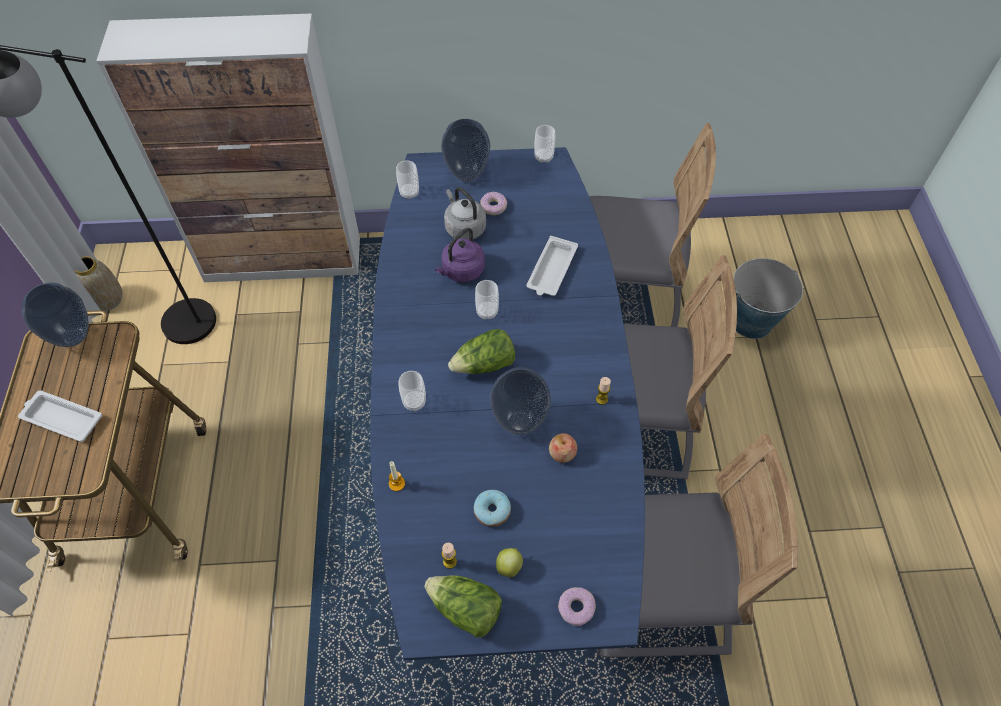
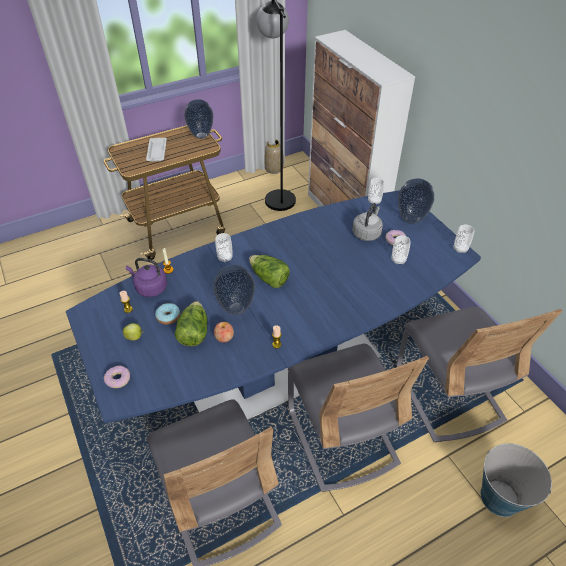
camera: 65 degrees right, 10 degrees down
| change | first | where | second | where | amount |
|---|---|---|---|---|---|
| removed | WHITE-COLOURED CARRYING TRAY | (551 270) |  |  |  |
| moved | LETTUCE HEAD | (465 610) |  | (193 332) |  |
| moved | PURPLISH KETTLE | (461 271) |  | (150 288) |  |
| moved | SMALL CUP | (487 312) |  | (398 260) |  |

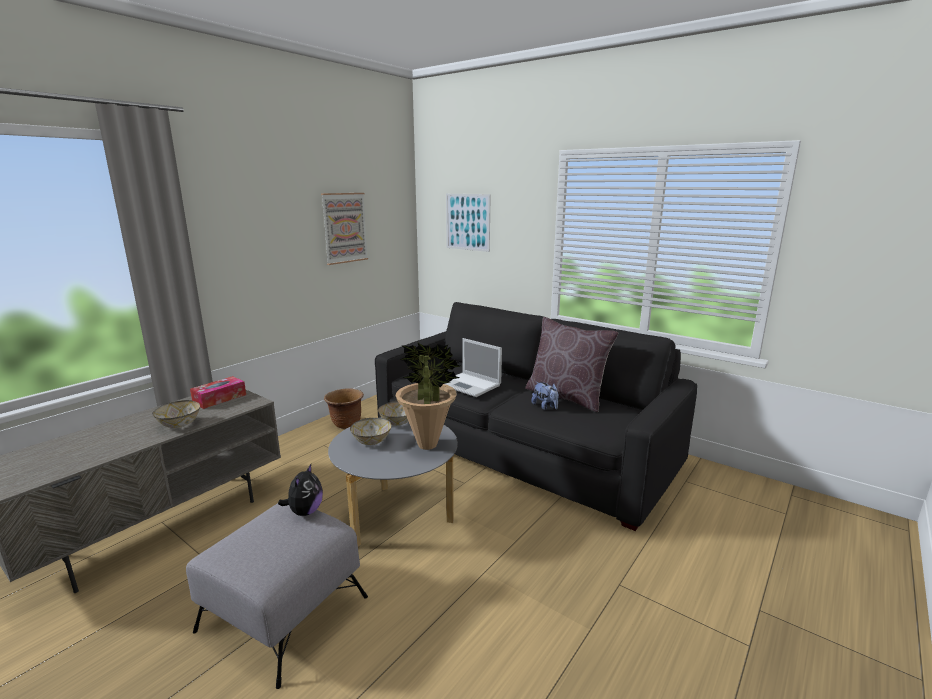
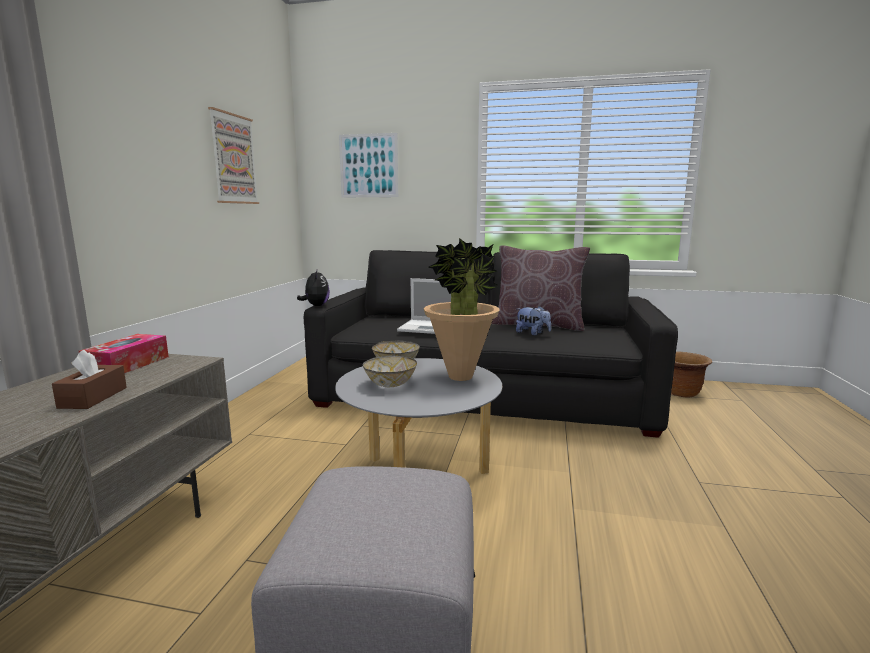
camera: 25 degrees left, 5 degrees down
| change | first | where | second | where | amount |
|---|---|---|---|---|---|
| moved | SOFT TOY | (305 511) |  | (316 306) |  |
| moved | BROWN-COLOURED PLANT POT | (346 424) |  | (681 393) |  |
| replaced | SERVING BOWL | (179 424) | BROWN-COLOURED TISSUE BOX | (93 397) |  |

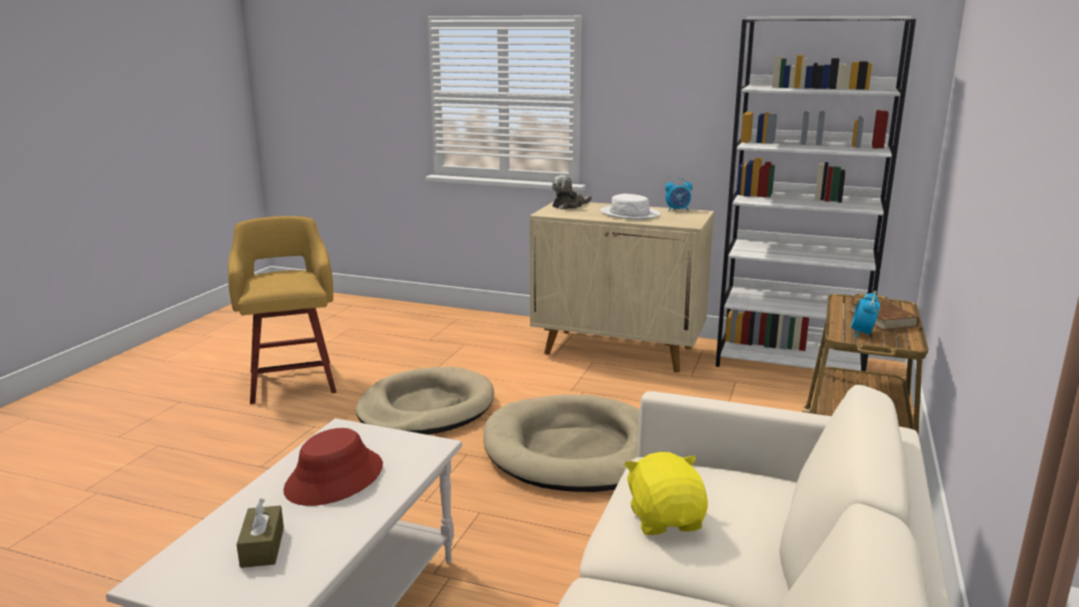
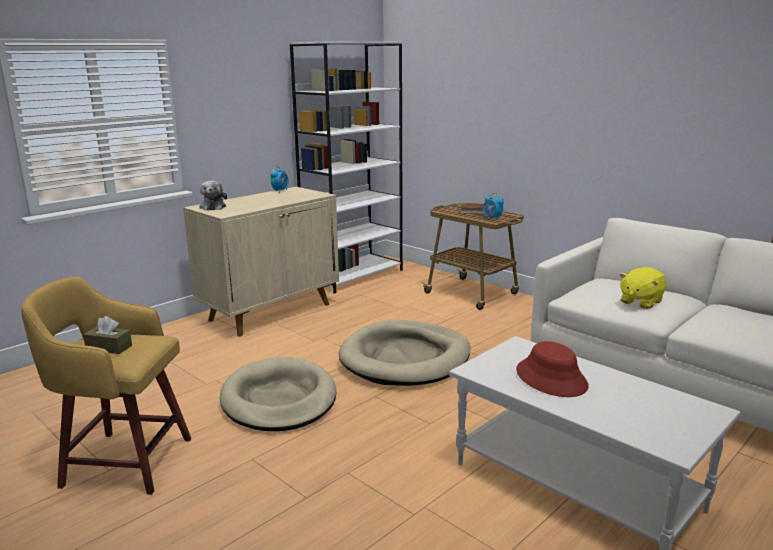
camera: 65 degrees left, 0 degrees up
| change | first | where | second | where | amount |
|---|---|---|---|---|---|
| removed | WHITE-COLOURED WEARABLE HAT | (629 214) |  |  |  |
| moved | BROWN-COLOURED TISSUE BOX | (262 547) |  | (109 347) |  |
| turned | YELLOW SOFT TOY | (665 519) |  | (640 301) | 60 degrees counterclockwise |

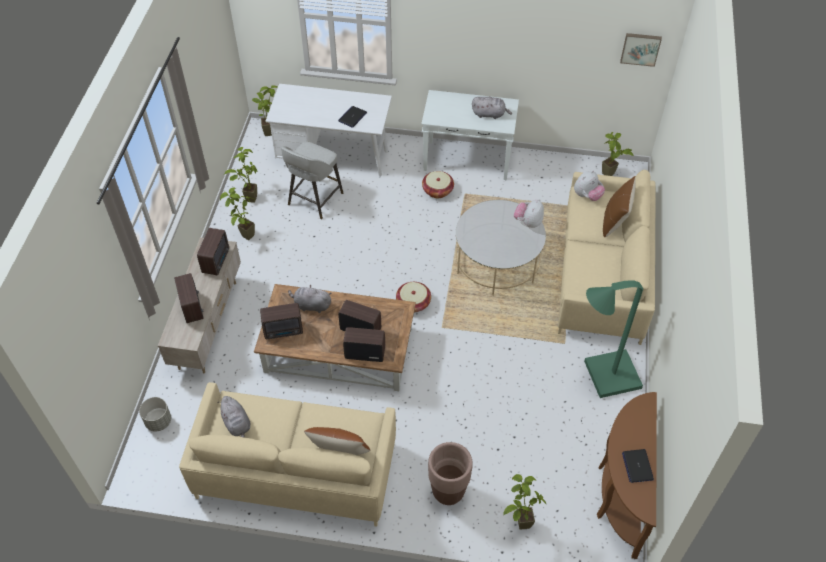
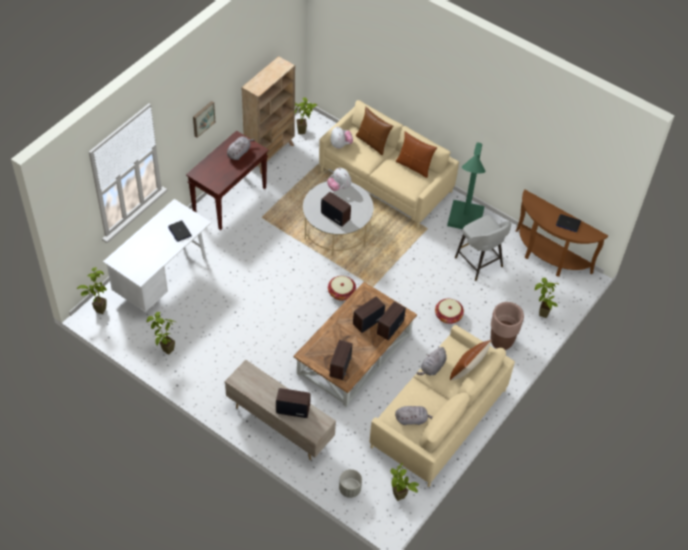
camera: 65 degrees left, 0 degrees up
| change | first | where | second | where | amount |
|---|---|---|---|---|---|
| added |  |  | SAND-COLOURED SHELVING UNIT | (270 154) |  |
| added |  |  | BROWN-COLOURED THROW PILLOW | (414 166) |  |
| moved | RADIO RECEIVER | (217 260) |  | (335 216) |  |
| moved | HOUSEPLANT | (244 238) |  | (399 500) |  |
| moved | GREYISH SITTING STOOL | (314 200) |  | (479 263) |  |
| moved | GREYISH SOFT TOY | (311 305) |  | (432 367) |  |
| moved | STORAGE BASKET | (437 190) |  | (448 316) |  |
| moved | PICTURE | (640 48) |  | (203 118) |  |
| recoloured | WHITE-COLOURED HALL TABLE | (468 160) | BROWN-COLOURED HALL TABLE | (230 200) |  |

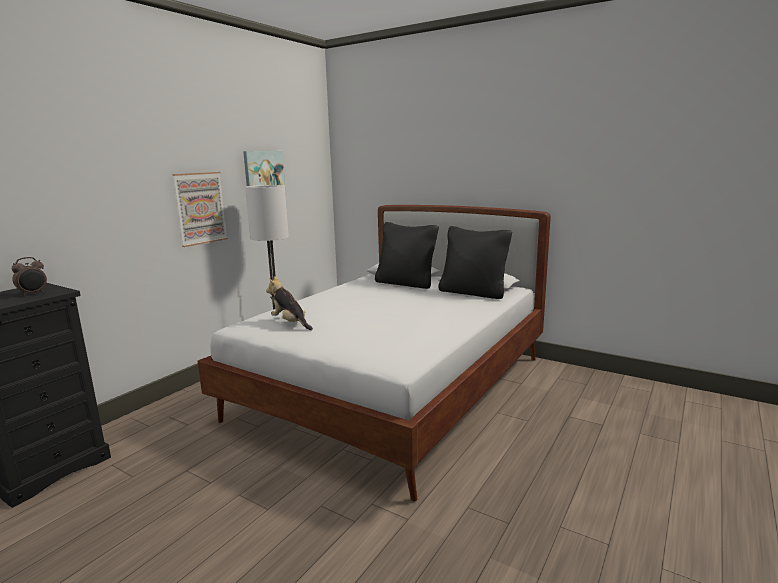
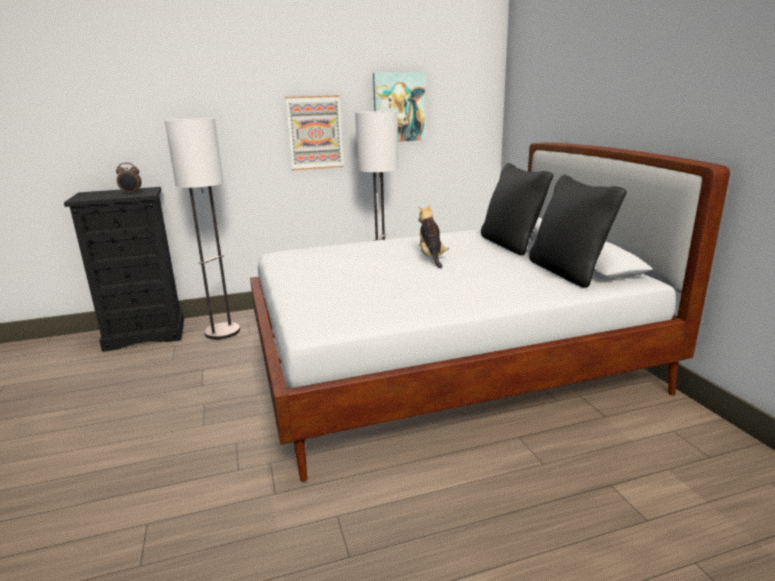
camera: 40 degrees right, 5 degrees up
| change | first | where | second | where | amount |
|---|---|---|---|---|---|
| added |  |  | STANDING LAMP | (222 332) |  |
| moved | SOFT TOY | (290 323) |  | (431 258) |  |

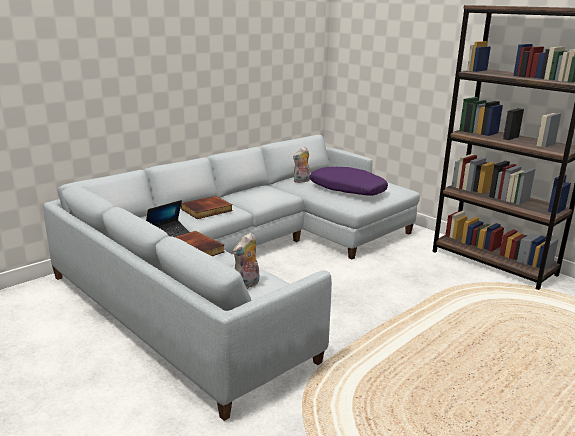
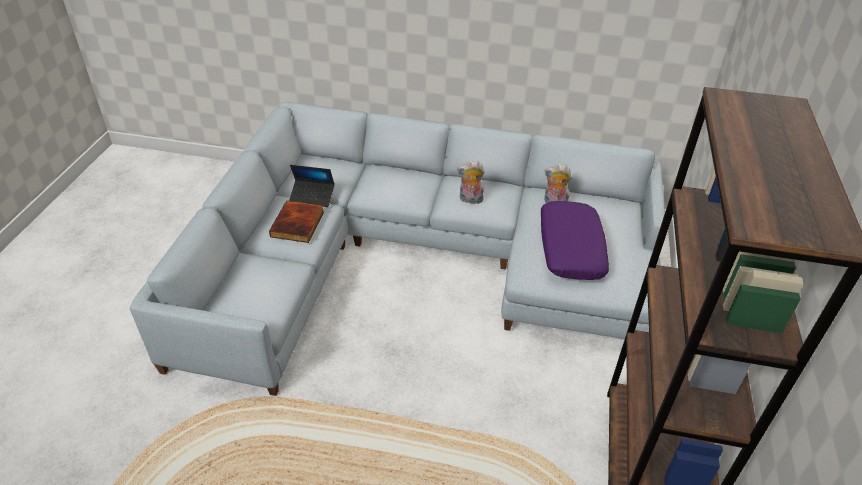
camera: 55 degrees right, 20 degrees up
| change | first | where | second | where | amount |
|---|---|---|---|---|---|
| removed | VOLUME | (207 210) |  |  |  |
| moved | SOFT TOY | (247 285) |  | (470 200) |  |

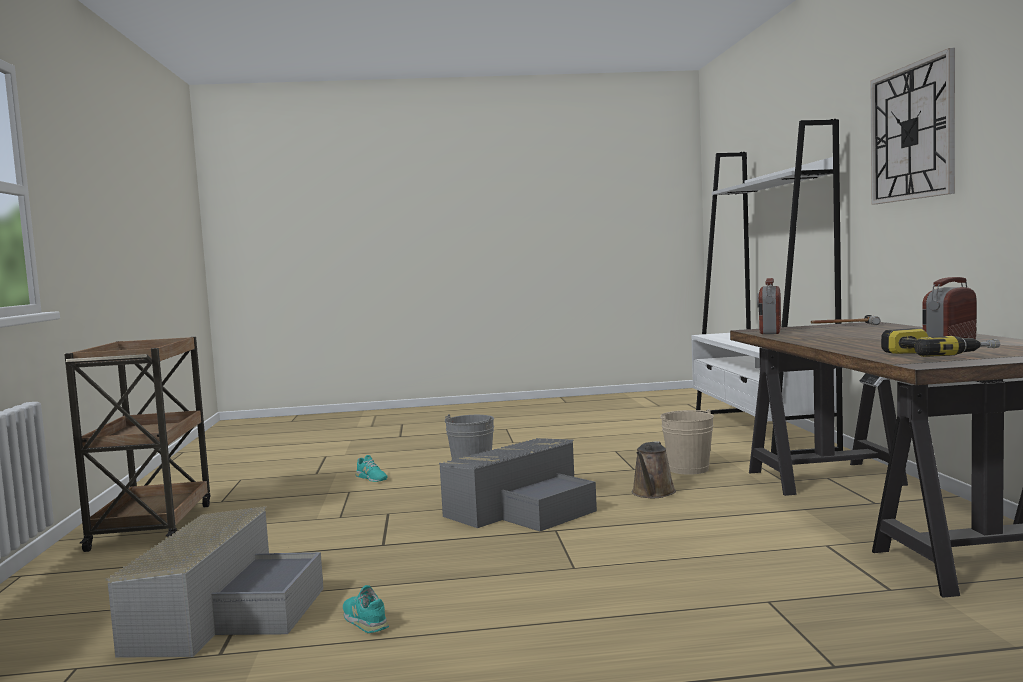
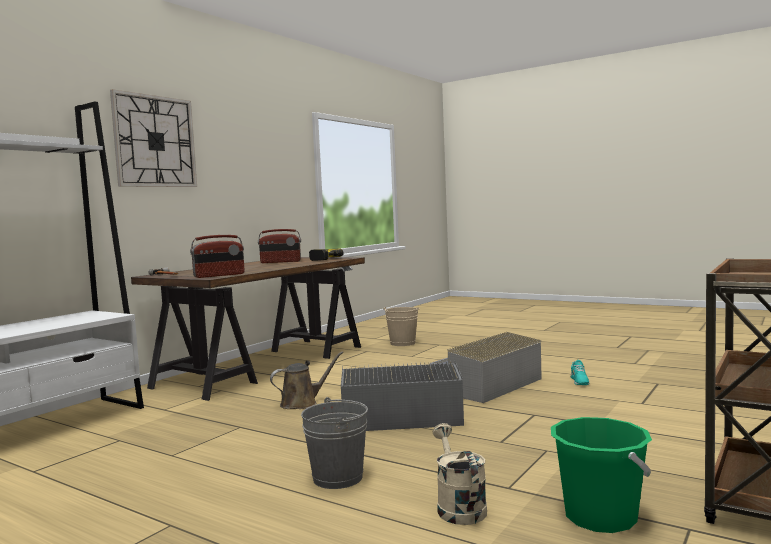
camera: 140 degrees left, 0 degrees up
| change | first | where | second | where | amount |
|---|---|---|---|---|---|
| added |  |  | GREEN BUCKET | (600 517) |  |
| moved | GREYISH STORAGE BIN | (225 611) |  | (485 385) |  |
| moved | SAND-COLOURED BUCKET | (688 469) |  | (402 343) |  |
| replaced | TURQUOISE-COLOURED SHOE | (371 478) | SAND-COLOURED SPRINKLING CAN | (458 506) |  |

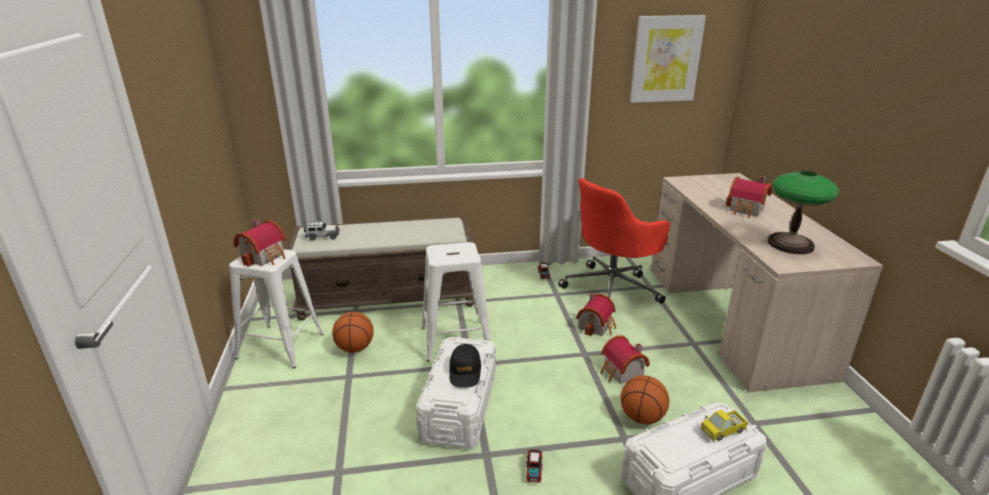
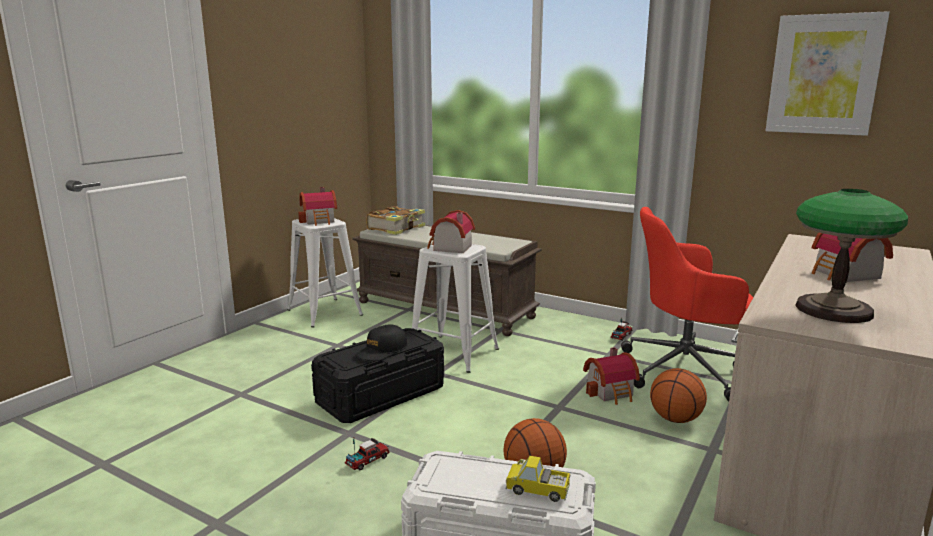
camera: 40 degrees right, 10 degrees down
| change | first | where | second | where | amount |
|---|---|---|---|---|---|
| moved | BALL FOR BASKETBALL | (355 348) |  | (675 419) |  |
| moved | MODEL HOUSE | (621 373) |  | (449 248) |  |
| replaced | MODEL CAR | (322 236) | VOLUME | (397 228) |  |
| recoloured | WHITE-COLOURED STORAGE BIN | (460 407) | BLACK STORAGE BIN | (381 395) |  |

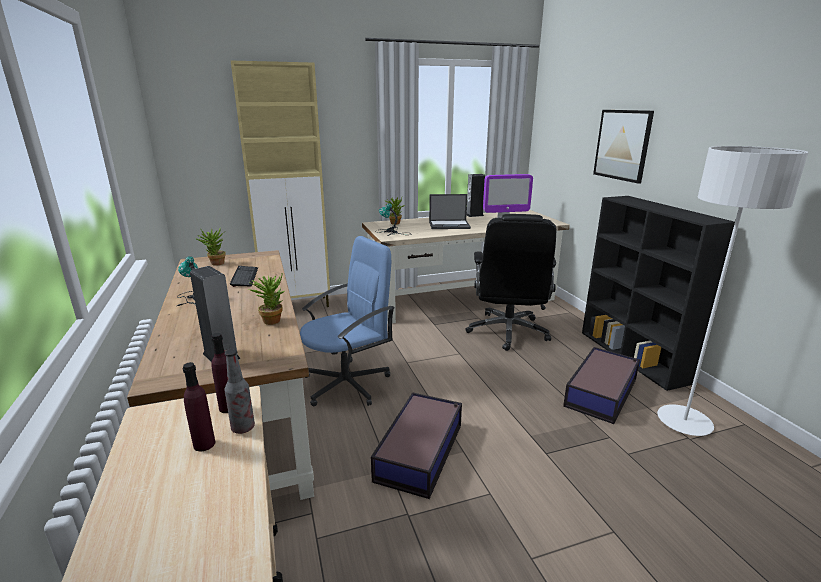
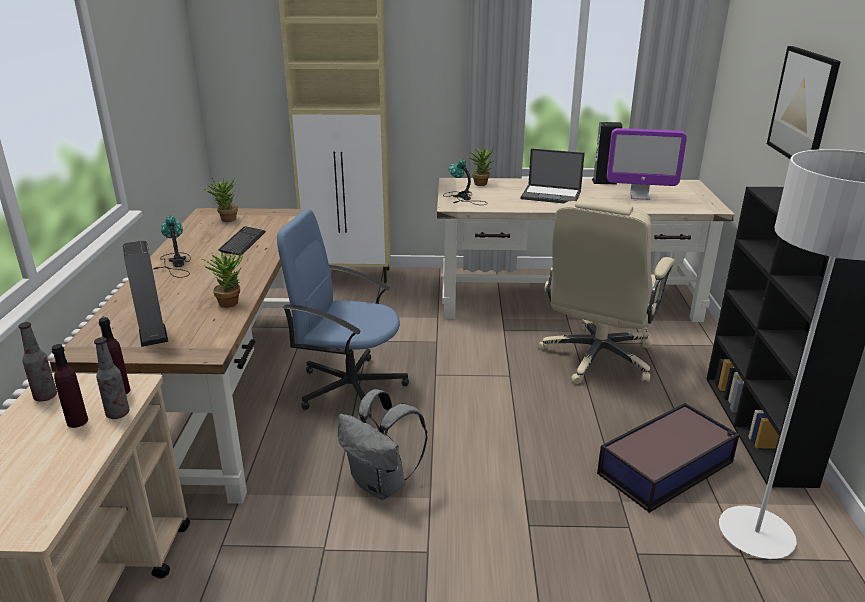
camera: 20 degrees right, 5 degrees up
| change | first | where | second | where | amount |
|---|---|---|---|---|---|
| added |  |  | BOTTLE | (45 397) |  |
| replaced | STORAGE BIN | (421 451) | GREYISH BACKPACK | (382 484) |  |
| recoloured | BLACK COMPUTER CHAIR | (508 332) | SAND-COLOURED COMPUTER CHAIR | (597 358) |  |
| turned | BLUISH COMPUTER CHAIR | (347 384) |  | (349 387) | 150 degrees counterclockwise |

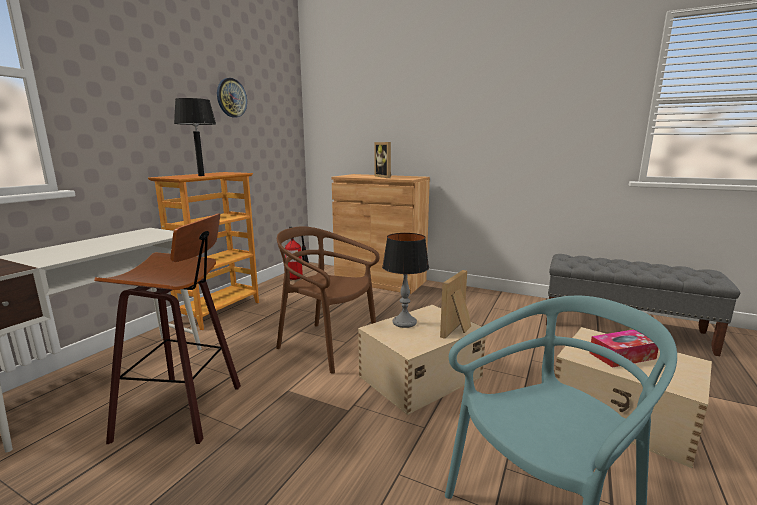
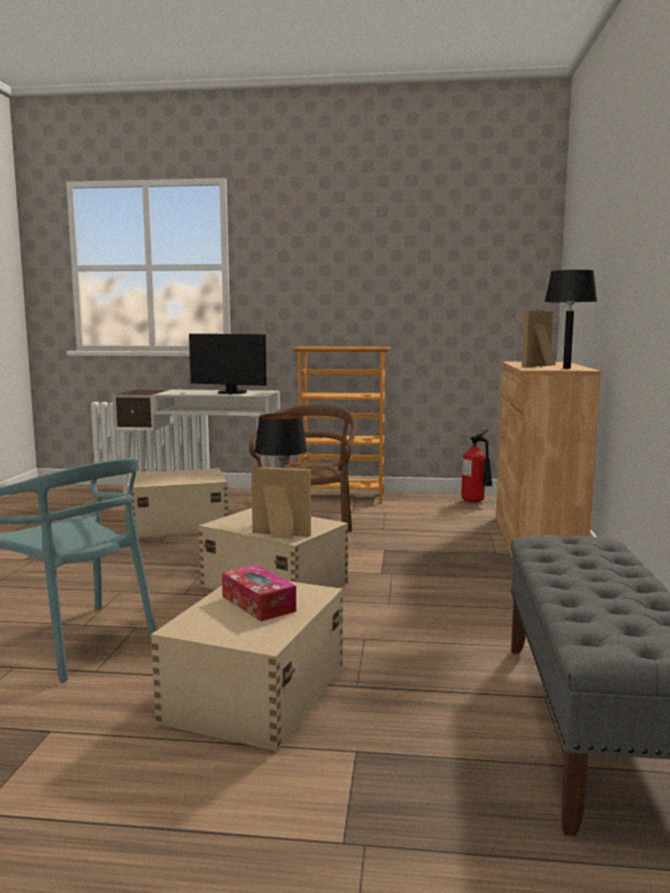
camera: 70 degrees right, 5 degrees down
| change | first | where | second | where | amount |
|---|---|---|---|---|---|
| removed | CLOCK ON THE WALL | (231 98) |  |  |  |
| added |  |  | COMPUTER DISPLAY | (231 393) |  |
| moved | BLACK TABLE LAMP | (201 175) |  | (566 368) |  |
| replaced | SITTING STOOL | (186 409) | SAND-COLOURED STORAGE BIN | (177 524) |  |

